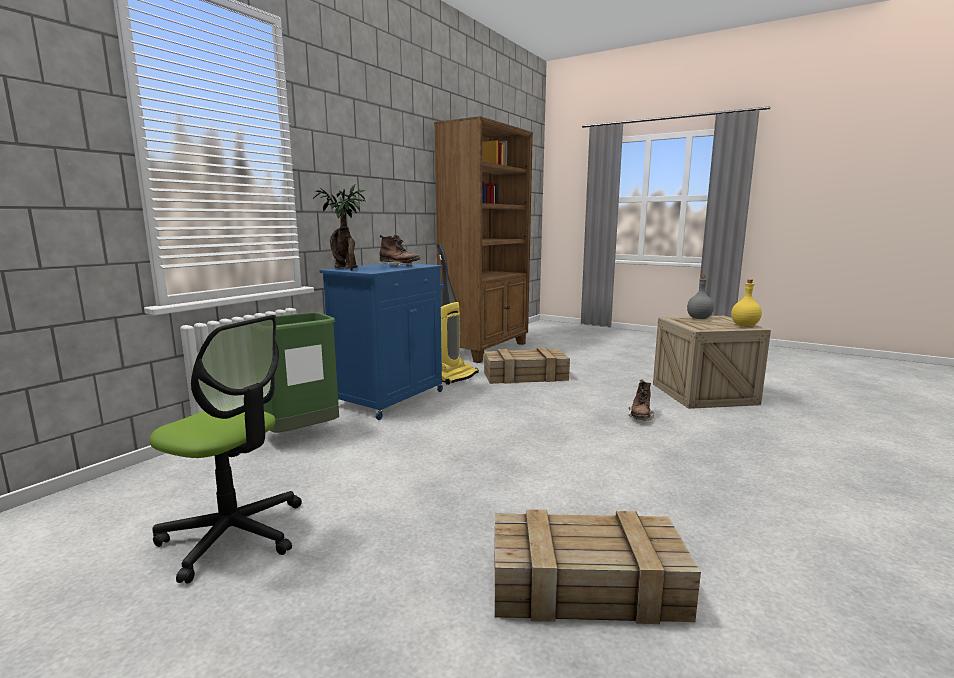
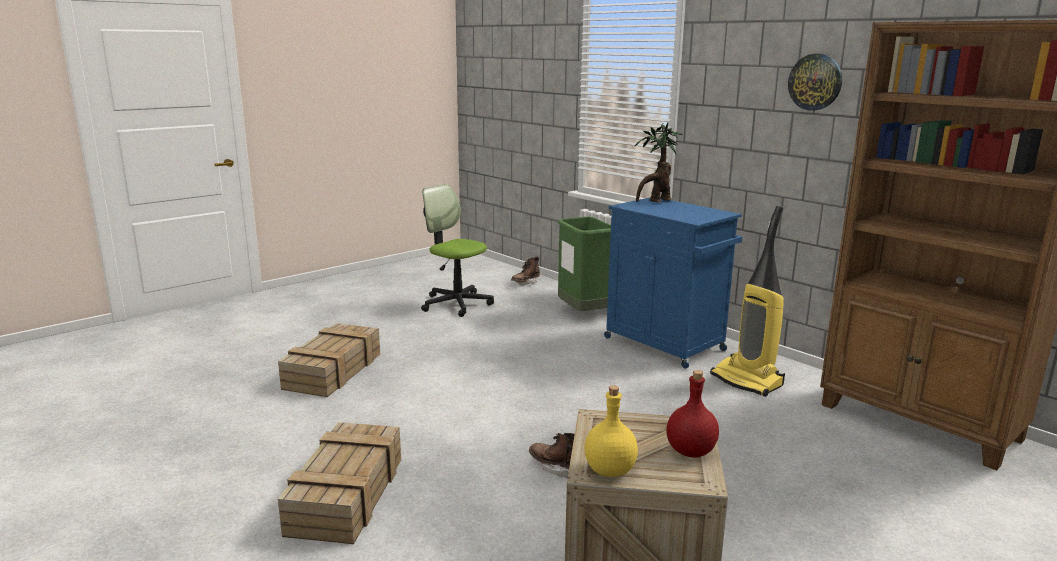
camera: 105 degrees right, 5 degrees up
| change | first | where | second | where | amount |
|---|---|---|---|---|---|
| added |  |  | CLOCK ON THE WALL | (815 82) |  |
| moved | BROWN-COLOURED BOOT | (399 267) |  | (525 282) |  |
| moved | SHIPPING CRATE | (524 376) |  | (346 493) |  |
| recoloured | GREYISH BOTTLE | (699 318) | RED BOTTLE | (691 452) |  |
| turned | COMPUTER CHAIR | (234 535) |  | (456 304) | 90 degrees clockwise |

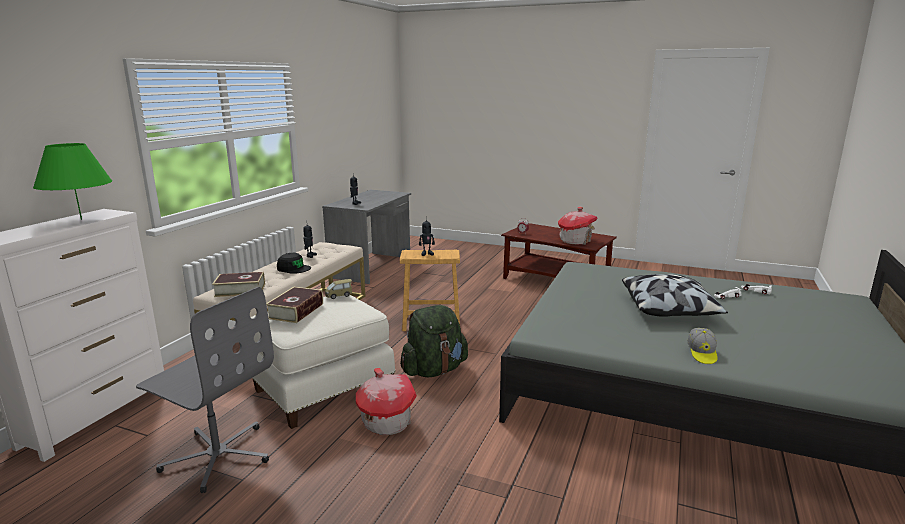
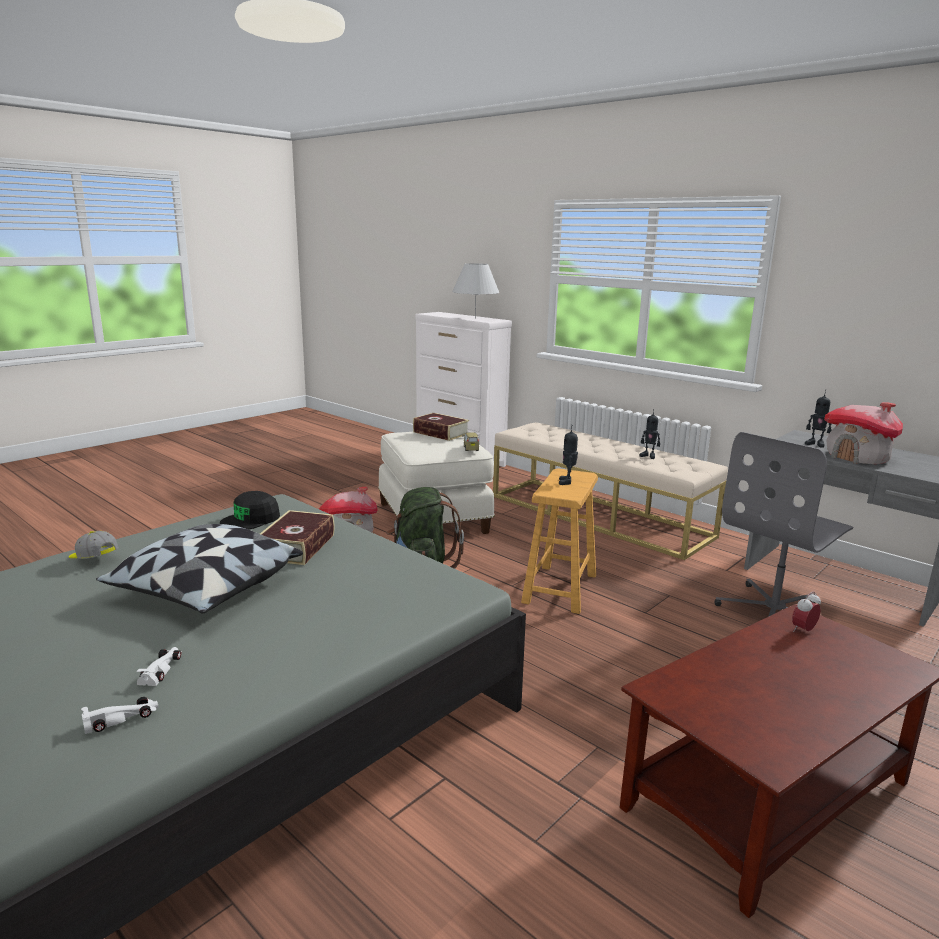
camera: 110 degrees right, 0 degrees up
| change | first | where | second | where | amount |
|---|---|---|---|---|---|
| moved | GREYISH COMPUTER CHAIR | (218 456) |  | (774 612) |  |
| moved | VOLUME | (240 290) |  | (297 547) |  |
| moved | BLACK BASEBALL CAP | (293 268) |  | (251 519) |  |
| moved | MODEL HOUSE | (575 241) |  | (858 457) |  |
| recoloured | GREEN TABLE LAMP | (81 219) | WHITE-COLOURED TABLE LAMP | (475 318) |  |

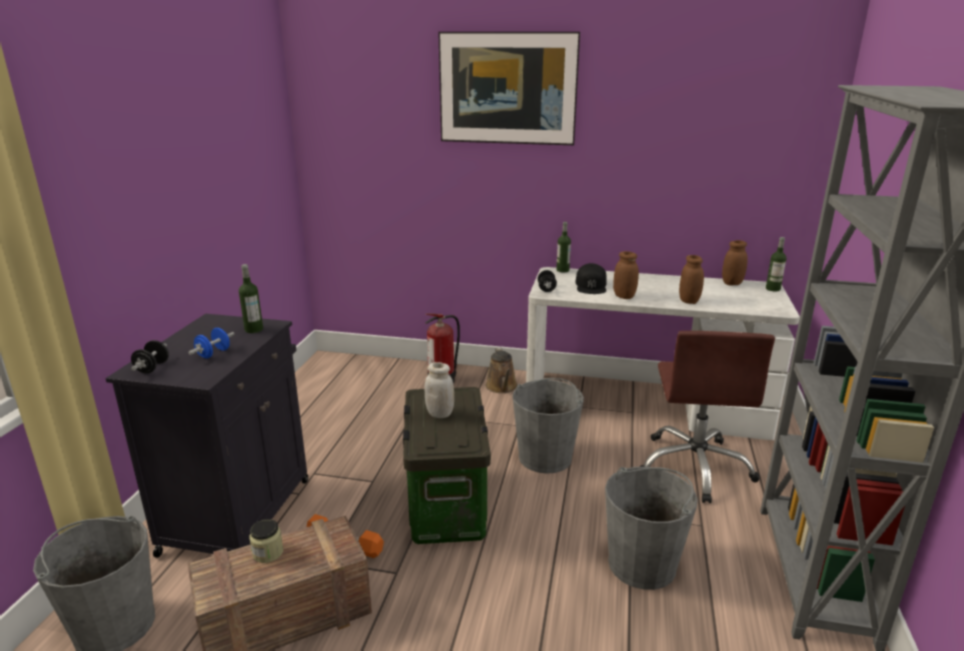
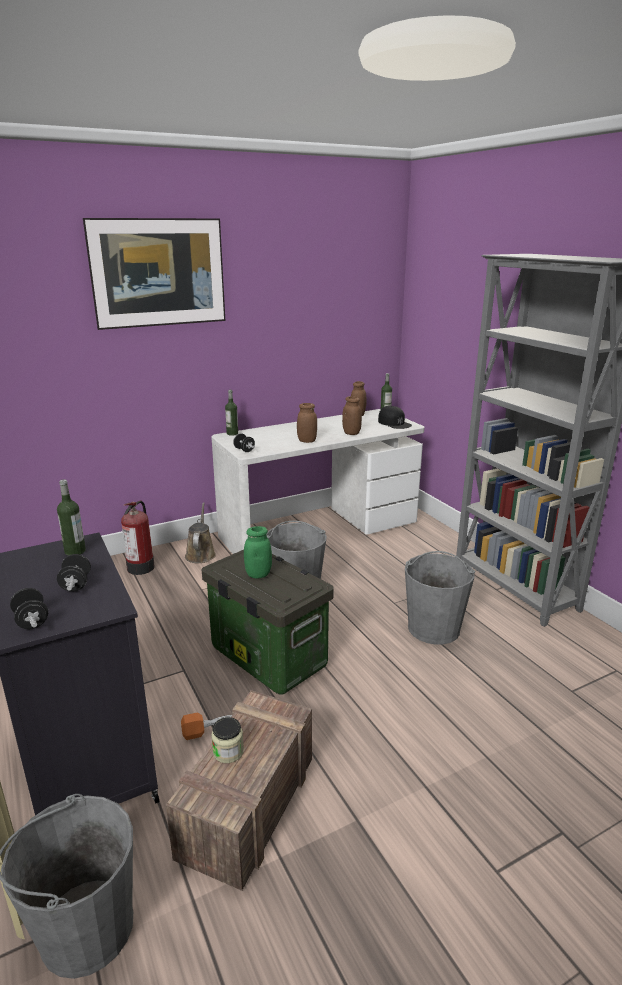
camera: 40 degrees left, 0 degrees up
| change | first | where | second | where | amount |
|---|---|---|---|---|---|
| removed | BROWN-COLOURED COMPUTER CHAIR | (695 466) |  |  |  |
| moved | BLACK BASEBALL CAP | (591 285) |  | (394 423) |  |
| recoloured | BLUISH DUMBBELL | (213 354) | BLACK DUMBBELL | (76 584) |  |
| recoloured | WHITE-COLOURED PRESERVE JAR | (440 414) | GREEN PRESERVE JAR | (258 574) |  |
| turned | BROWN-COLOURED SPRINKLING CAN | (502 387) |  | (200 554) | 135 degrees counterclockwise |

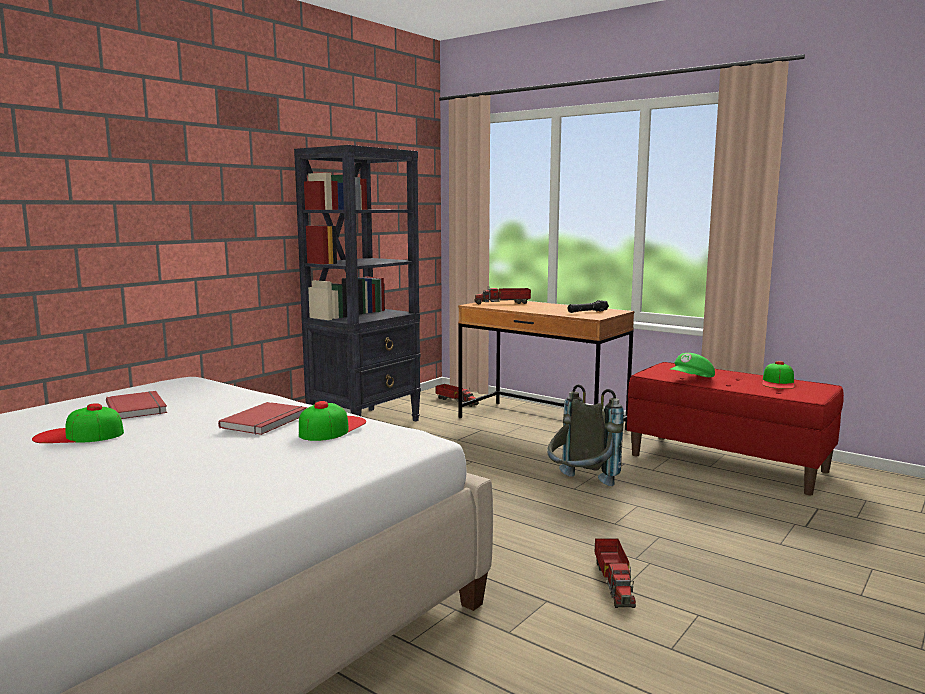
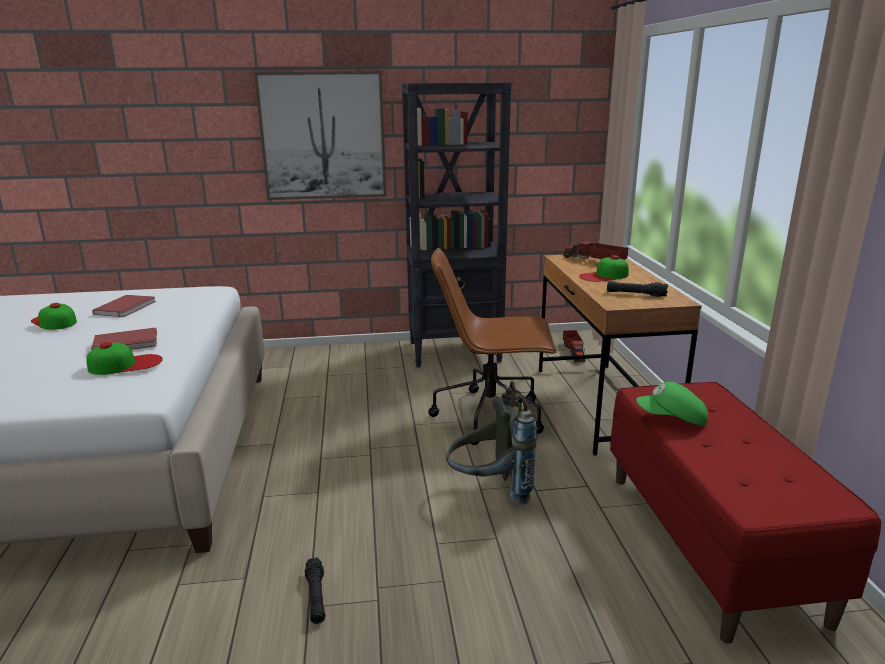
camera: 45 degrees right, 10 degrees up
| change | first | where | second | where | amount |
|---|---|---|---|---|---|
| added |  |  | PICTURE | (323 136) |  |
| added |  |  | BROWN-COLOURED COMPUTER CHAIR | (491 416) |  |
| moved | BASEBALL CAP | (778 382) |  | (604 276) |  |
| replaced | TOY TRUCK | (614 582) | BLACK FLASHLIGHT | (316 596) |  |

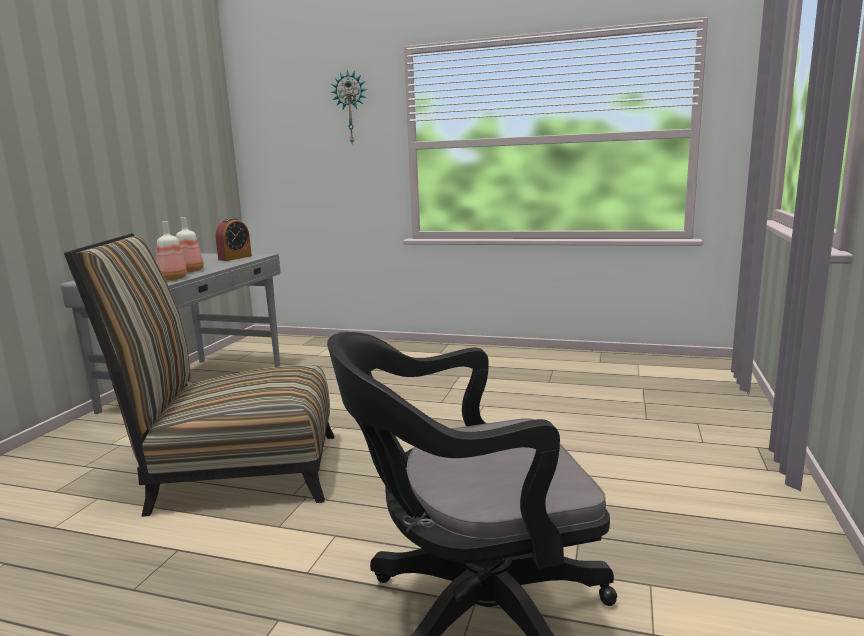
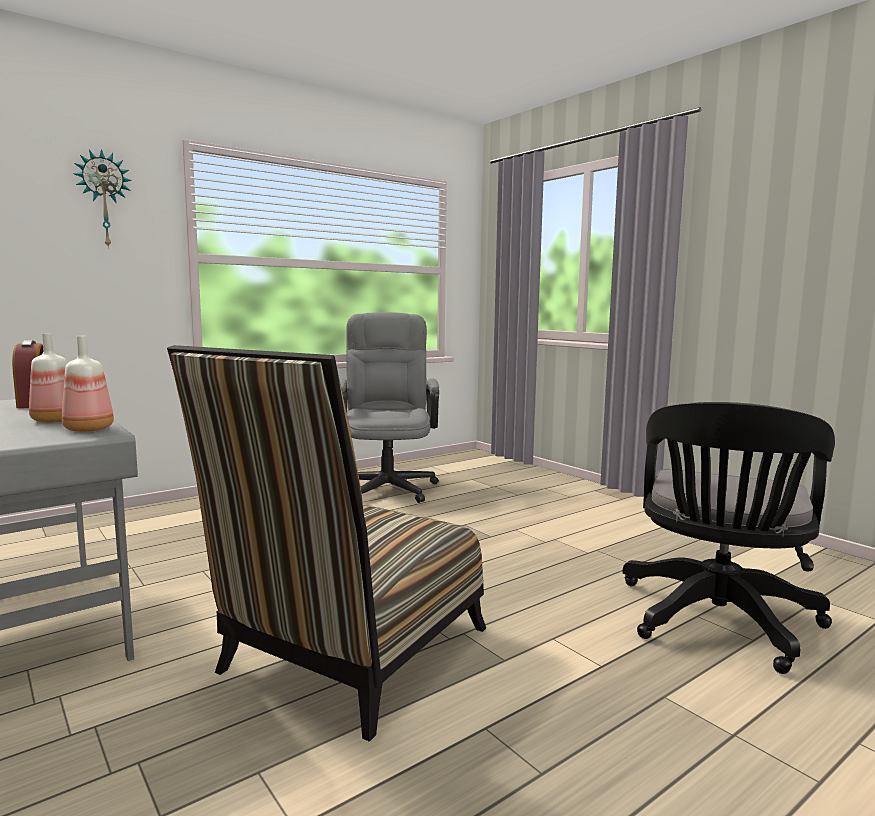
camera: 55 degrees left, 5 degrees down
| change | first | where | second | where | amount |
|---|---|---|---|---|---|
| added |  |  | GREYISH COMPUTER CHAIR | (387 485) |  |

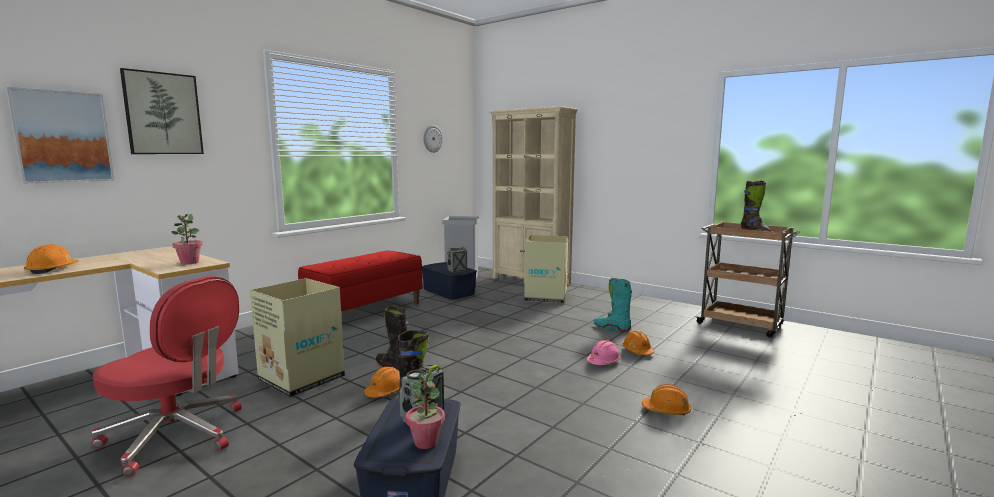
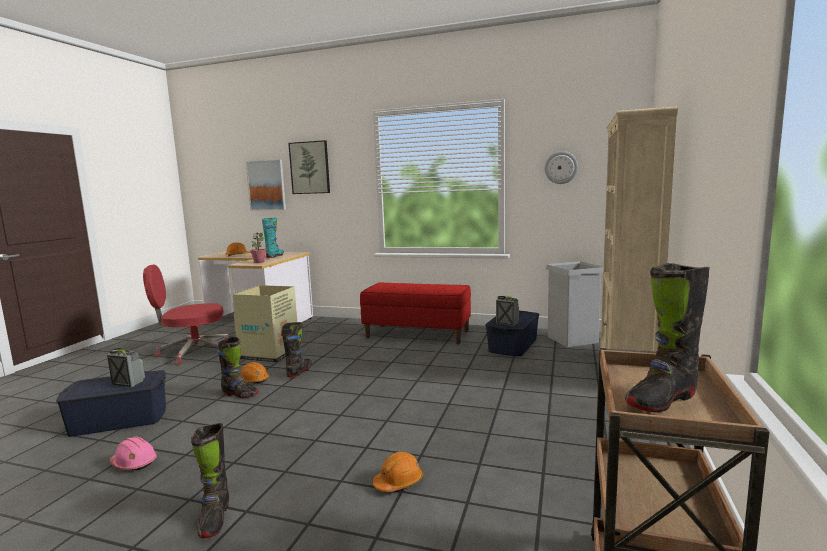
camera: 70 degrees right, 0 degrees up
| change | first | where | second | where | amount |
|---|---|---|---|---|---|
| removed | HOUSEPLANT | (426 442) |  |  |  |
| removed | PACKING BOX | (546 297) |  |  |  |
| moved | PINK SAFETY HELMET | (603 361) |  | (134 463) |  |
| moved | TURQUOISE-COLOURED BOOT | (612 328) |  | (275 256) |  |
| replaced | ORANGE-COLOURED SAFETY HELMET | (666 410) | BLACK BOOT | (214 519) |  |
| turned | RED COMPUTER CHAIR | (177 436) |  | (193 352) | 75 degrees clockwise |

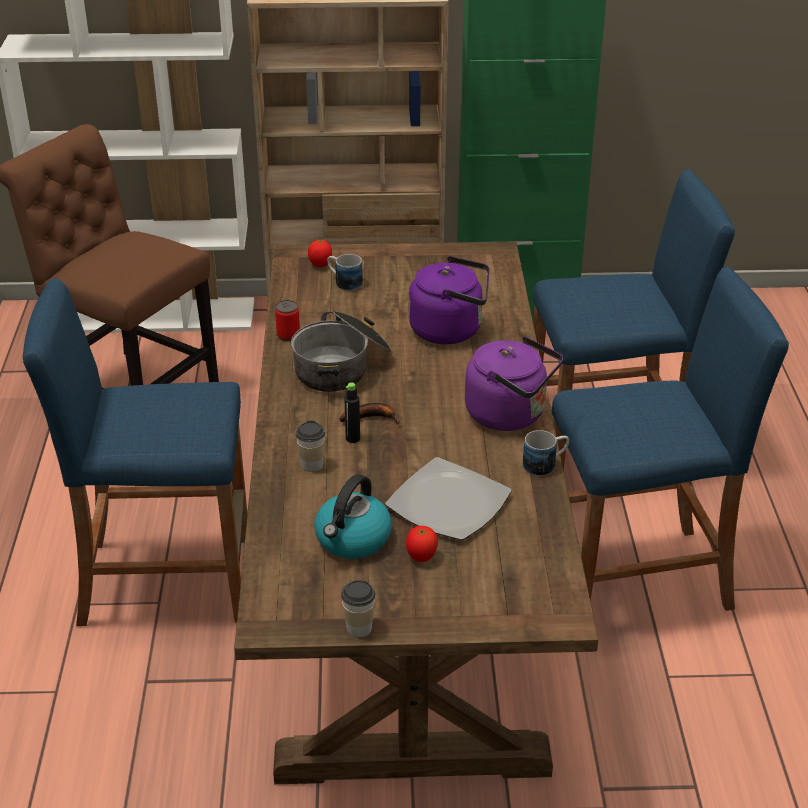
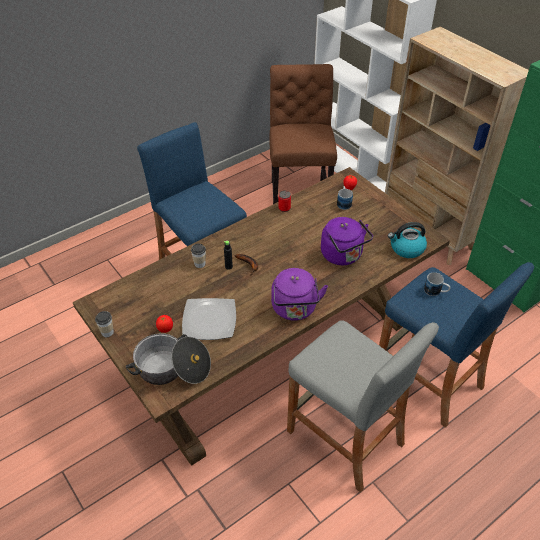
camera: 55 degrees right, 10 degrees up
| change | first | where | second | where | amount |
|---|---|---|---|---|---|
| moved | COOKING POT | (342 367) |  | (172 369) |  |
| moved | KETTLE | (353 539) |  | (406 248) |  |
| moved | MUG | (545 464) |  | (436 291) |  |
| recoloured | BLUISH SITTING STOOL | (635 579) | GREYISH SITTING STOOL | (344 437) |  |

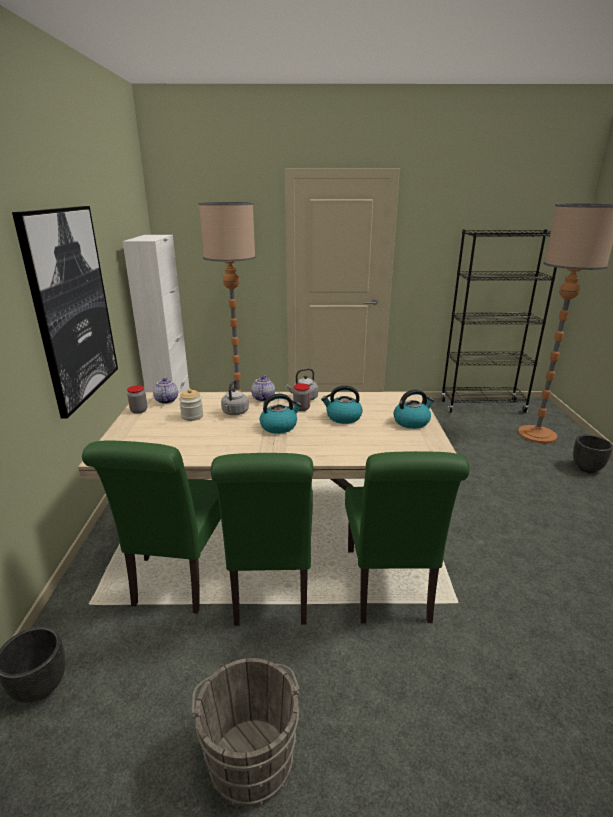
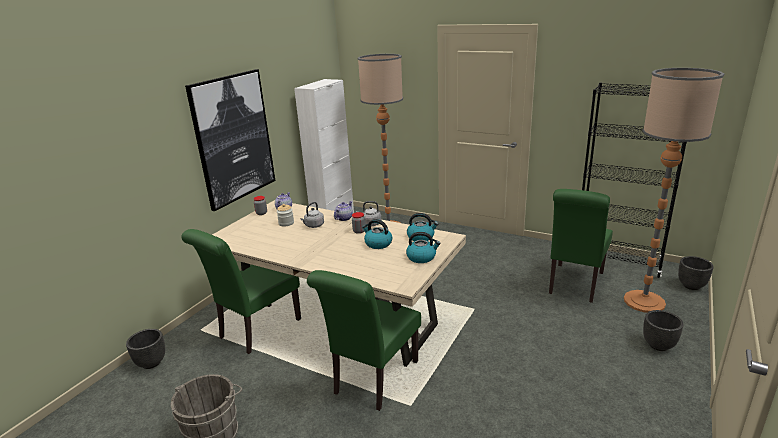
camera: 30 degrees right, 0 degrees up
| change | first | where | second | where | amount |
|---|---|---|---|---|---|
| added |  |  | BLACK PLANT POT | (691 286) |  |
| moved | GREEN CHAIR | (272 590) |  | (574 284) |  |
| moved | KETTLE | (279 426) |  | (421 237) |  |

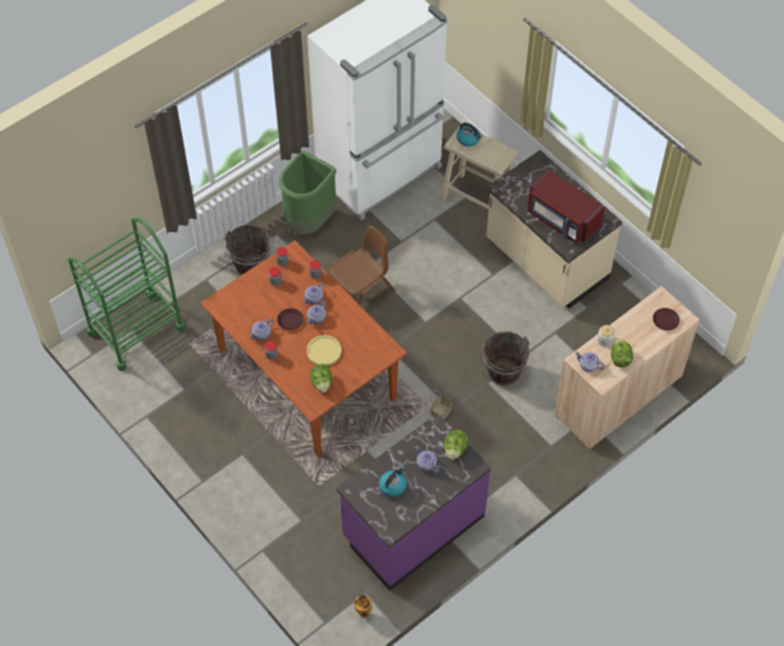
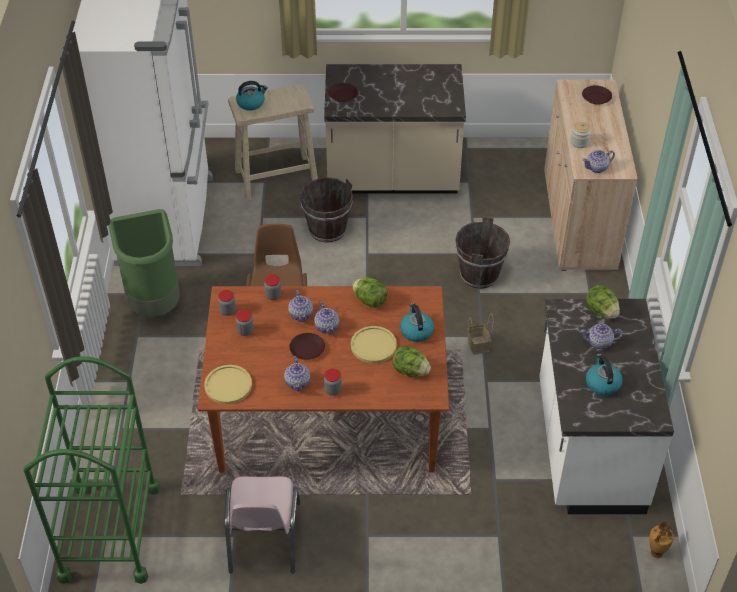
camera: 50 degrees left, 10 degrees down
| change | first | where | second | where | amount |
|---|---|---|---|---|---|
| removed | RED MICROWAVE | (562 219) |  |  |  |
| added |  |  | YELLOW FLAT DISH | (228 385) |  |
| added |  |  | PINK CHAIR | (263 537) |  |
| added |  |  | BROWN-COLOURED FLAT DISH | (343 95) |  |
| added |  |  | KETTLE | (416 331) |  |
| moved | BROWN-COLOURED BUCKET | (251 265) |  | (327 229) |  |
| moved | LETTUCE HEAD | (620 358) |  | (370 300) |  |
| recoloured | PURPLISH KITCHEN COUNTER | (412 526) | WHITE-COLOURED KITCHEN COUNTER | (587 447) |  |

